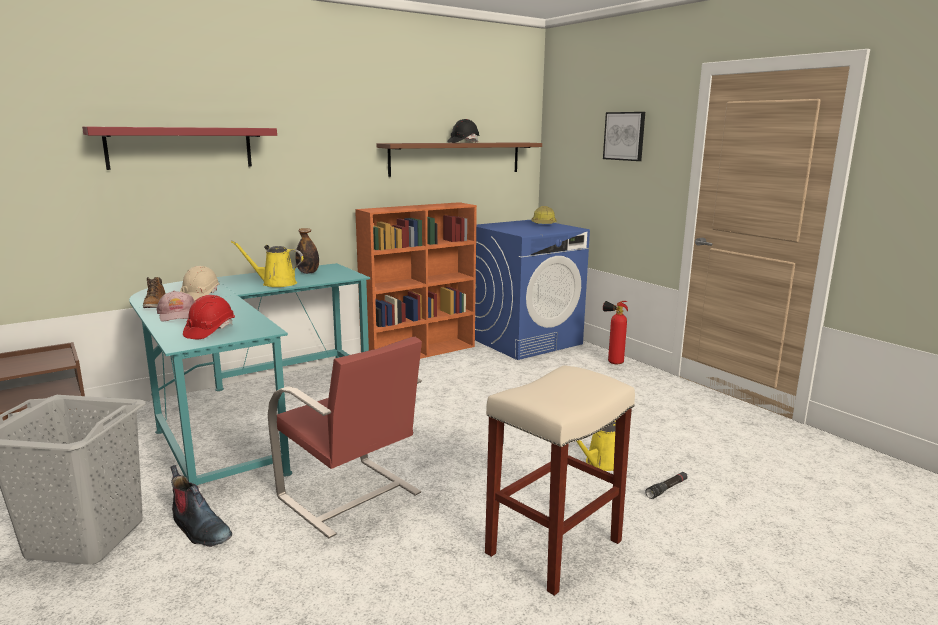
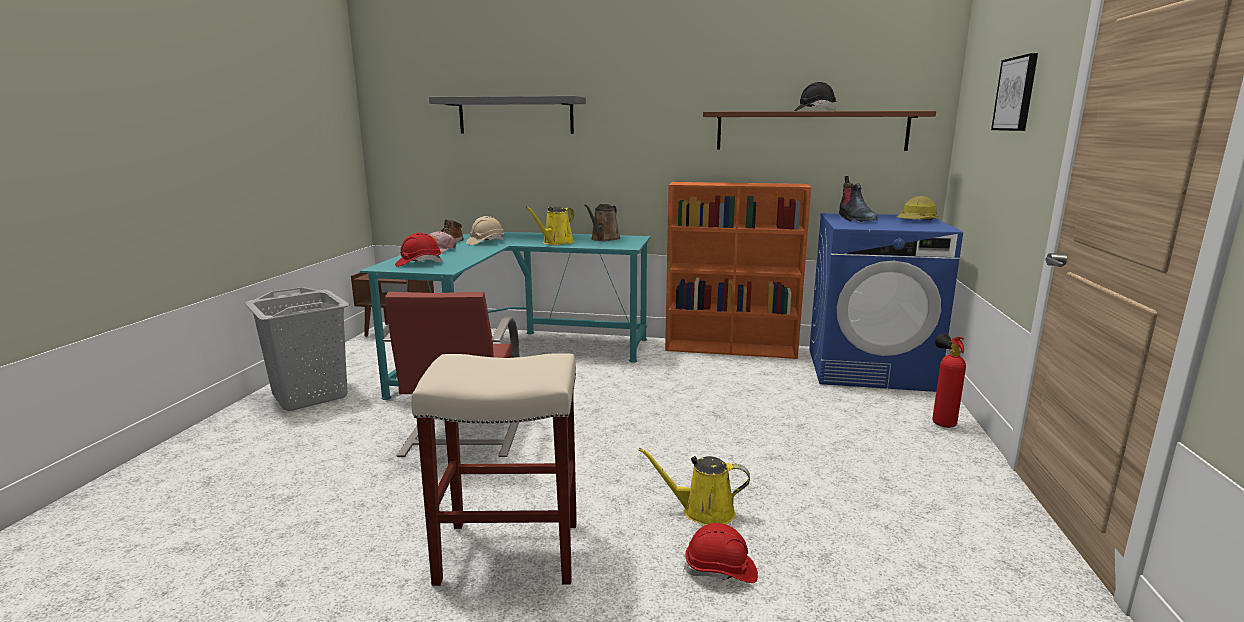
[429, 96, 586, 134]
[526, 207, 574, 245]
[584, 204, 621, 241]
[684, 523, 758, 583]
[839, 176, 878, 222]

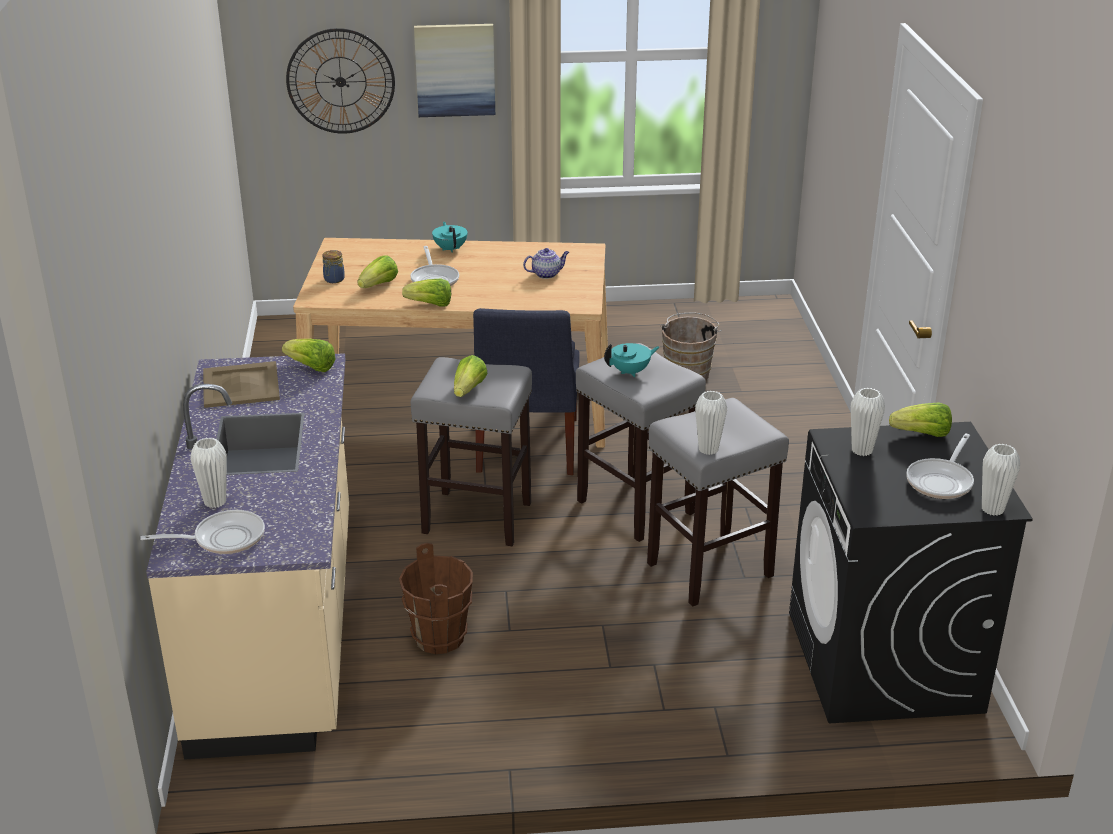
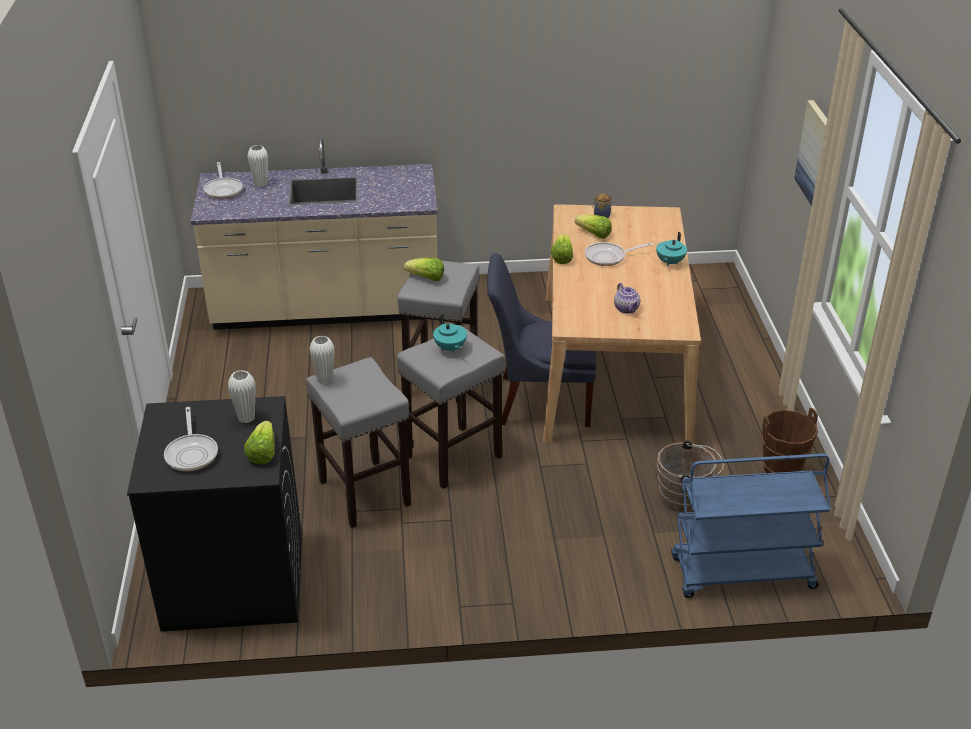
[164, 407, 218, 471]
[656, 232, 687, 266]
[671, 453, 831, 598]
[761, 408, 818, 473]
[203, 361, 280, 408] (first image)
[282, 339, 335, 372] (first image)
[286, 28, 395, 134] (first image)
[982, 444, 1020, 516] (first image)

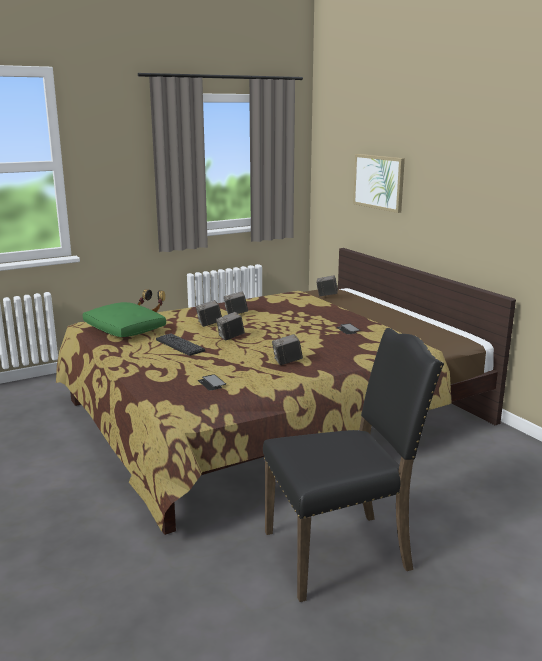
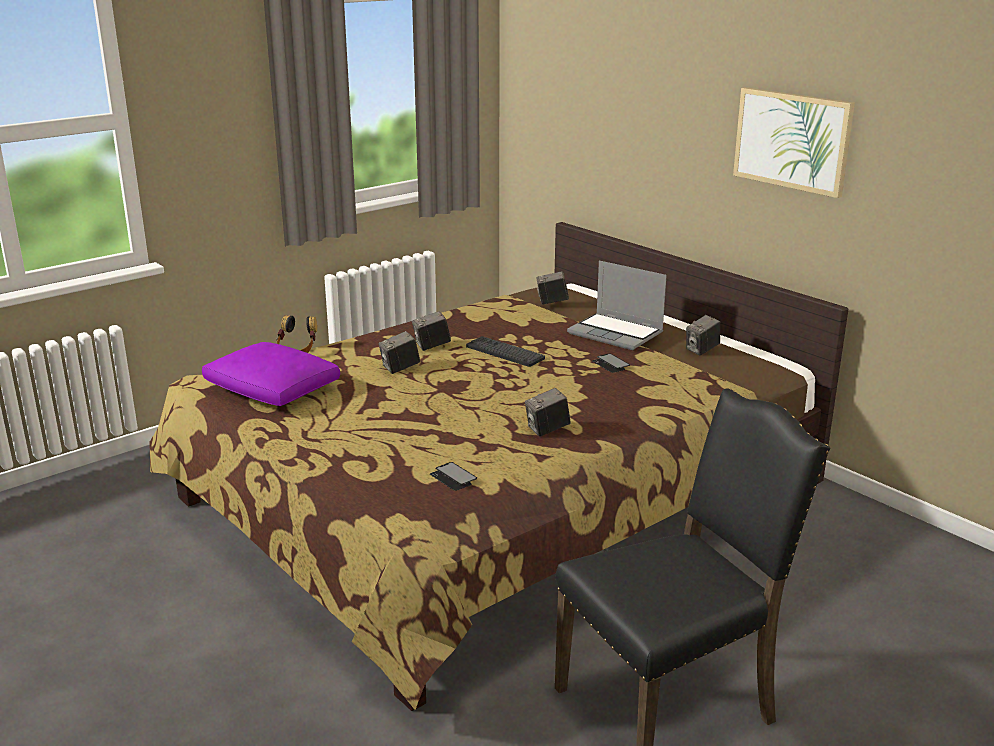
[202, 342, 340, 406]
[466, 336, 545, 367]
[567, 260, 667, 350]
[686, 315, 720, 356]
[733, 87, 855, 198]

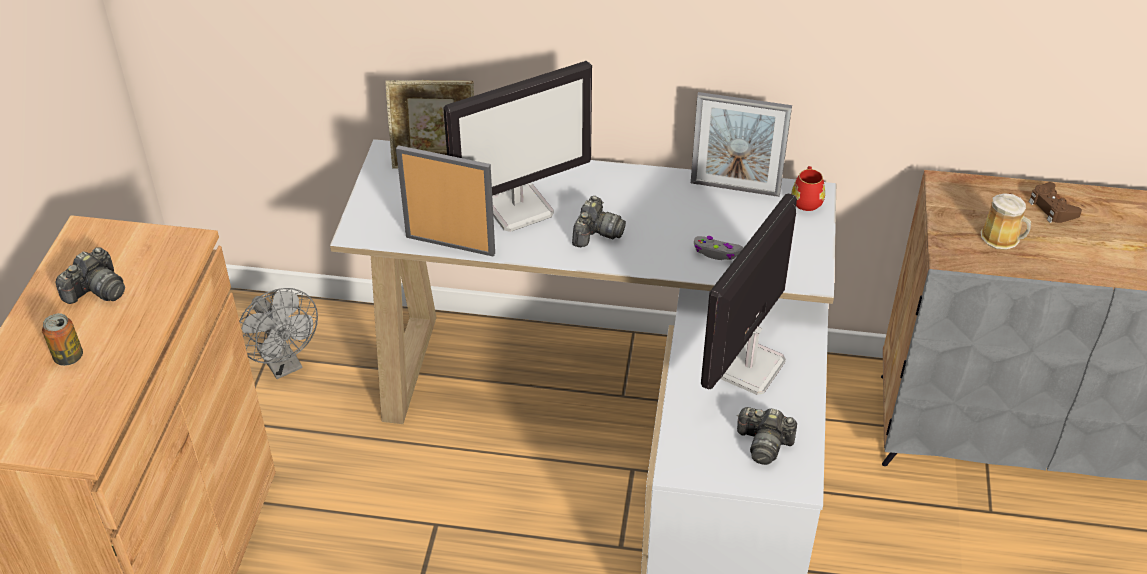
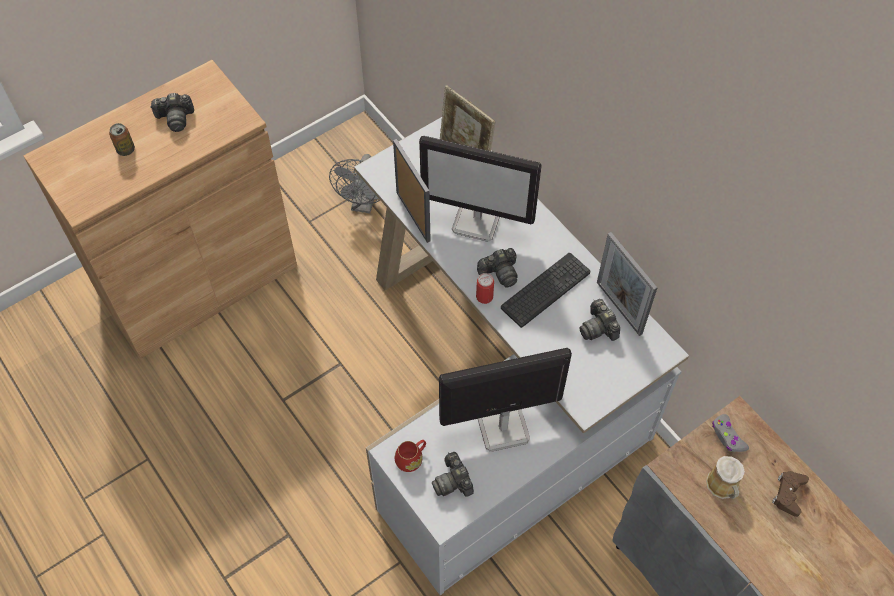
[395, 440, 426, 472]
[476, 273, 494, 304]
[501, 253, 590, 328]
[580, 299, 620, 341]
[712, 414, 749, 452]

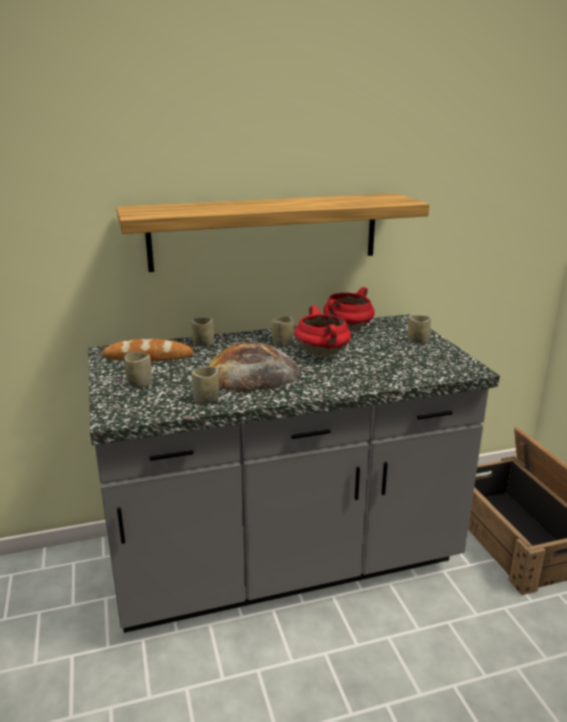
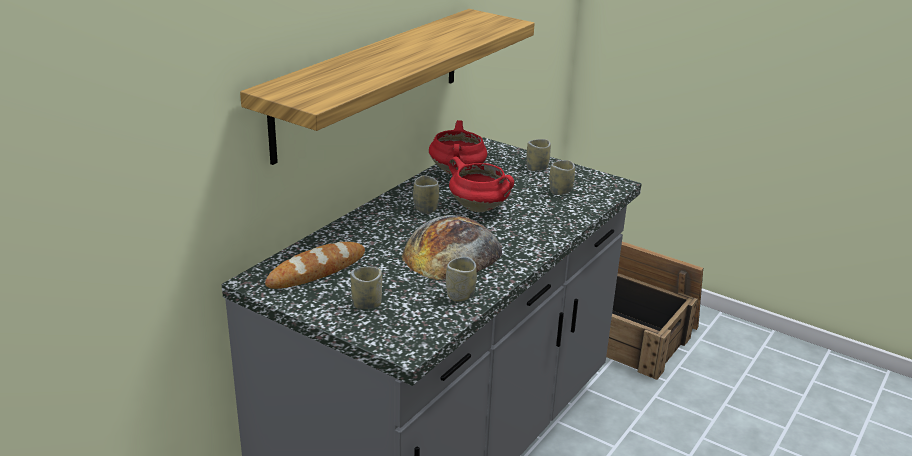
[549, 160, 575, 195]

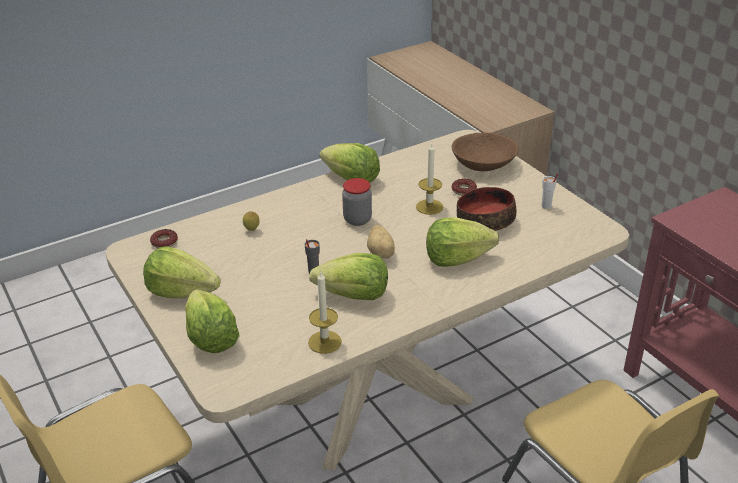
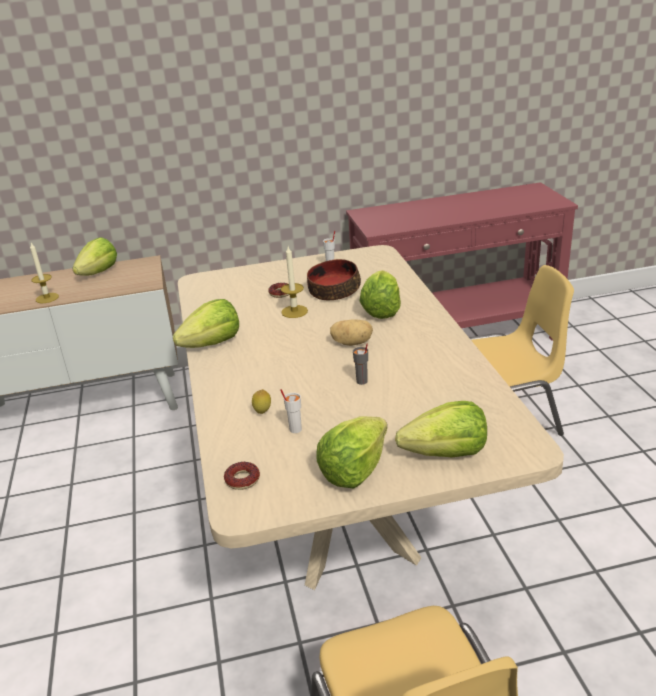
[30, 243, 59, 303]
[72, 237, 117, 276]
[280, 389, 302, 433]
[342, 178, 372, 226] (first image)
[452, 132, 518, 171] (first image)

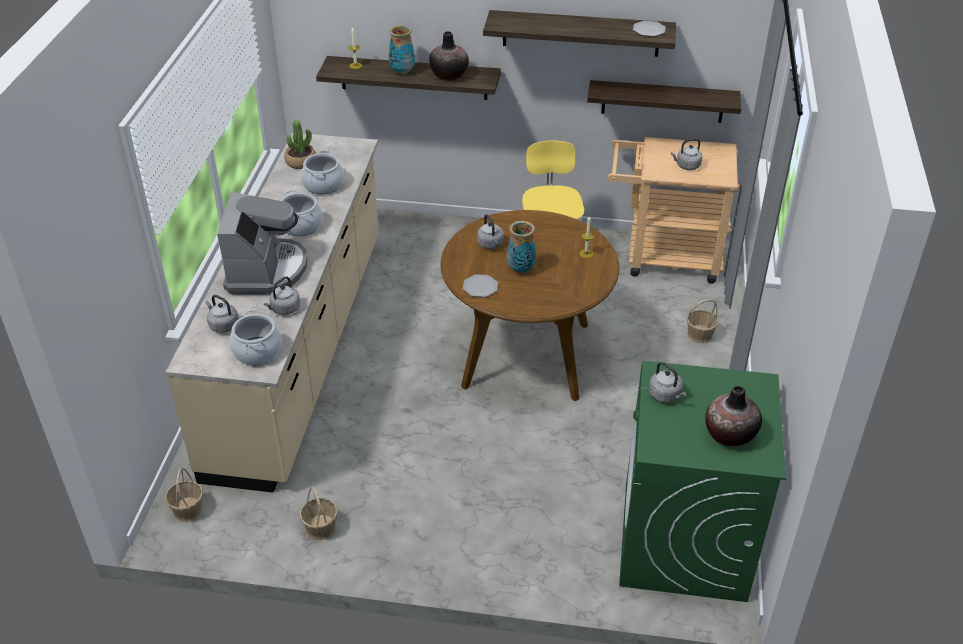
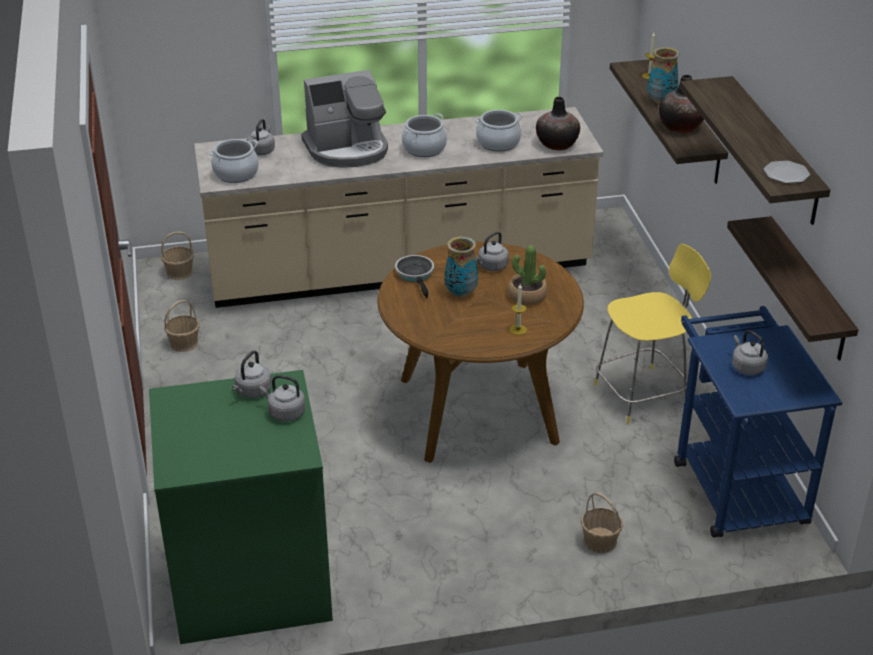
[260, 375, 305, 421]
[395, 255, 434, 299]
[508, 246, 547, 305]
[536, 97, 580, 150]
[674, 306, 842, 538]

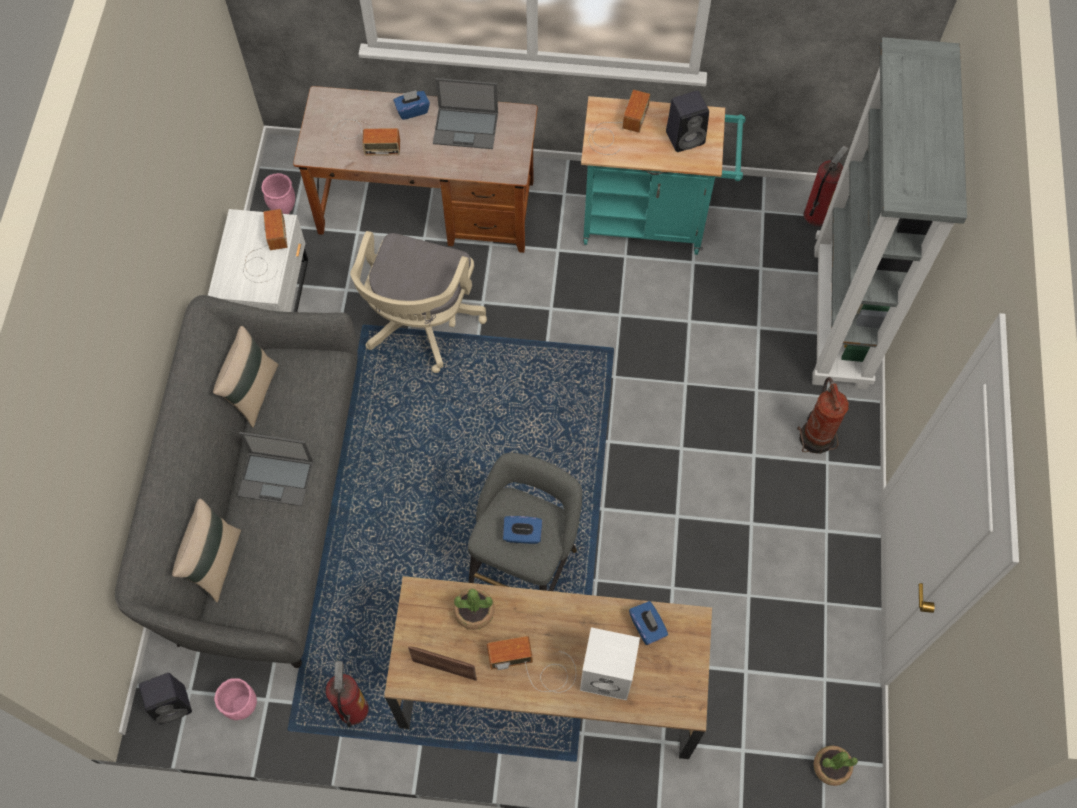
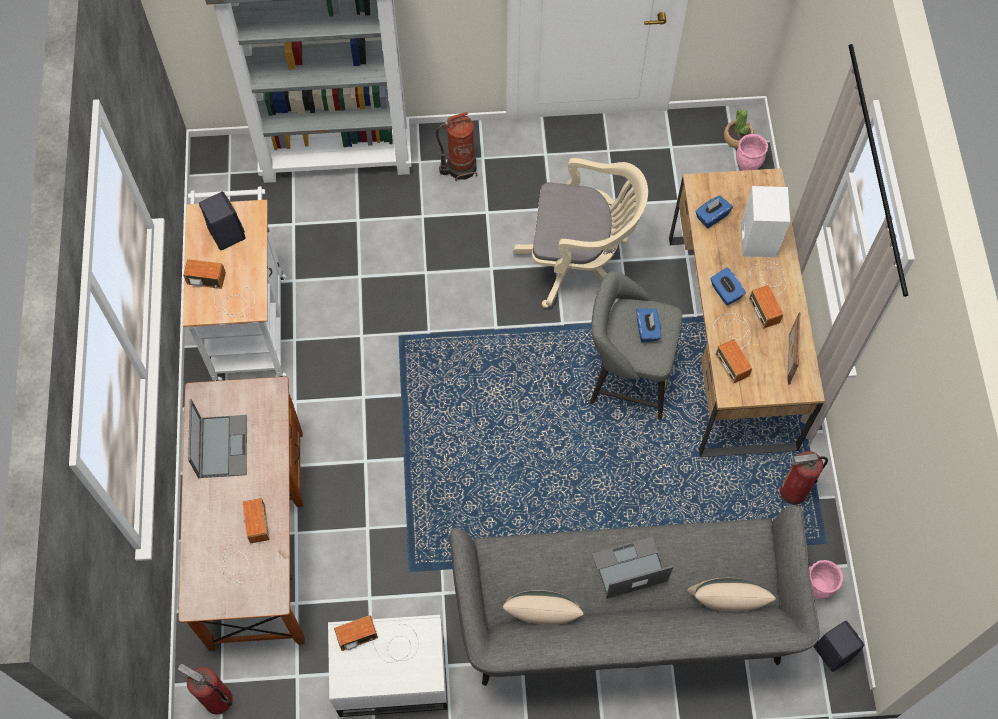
[178, 663, 233, 715]
[183, 187, 287, 381]
[513, 158, 648, 308]
[592, 537, 673, 599]
[710, 267, 746, 305]
[713, 313, 752, 384]
[736, 134, 768, 171]

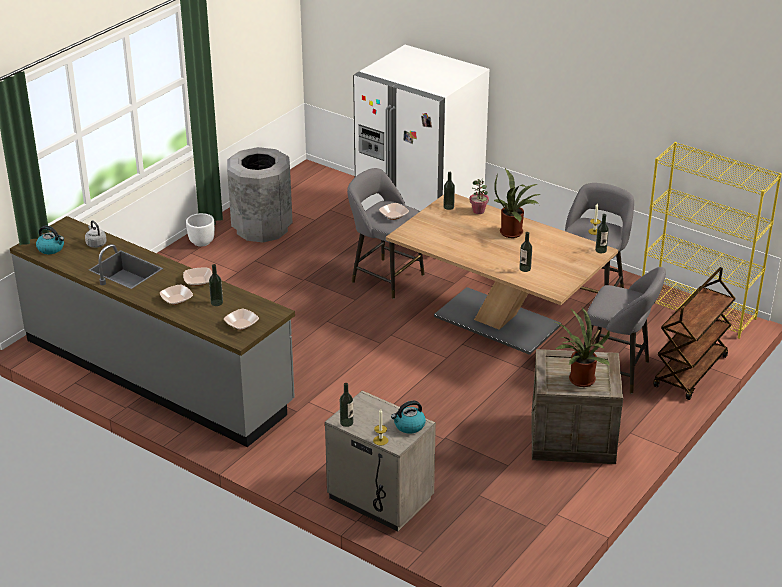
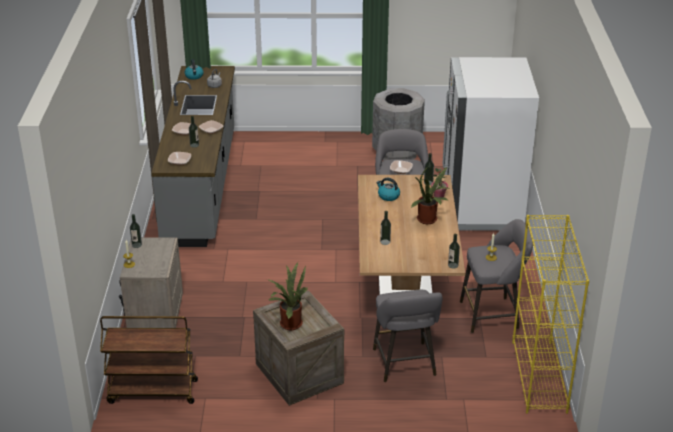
[100, 316, 198, 404]
[376, 178, 400, 201]
[186, 213, 215, 247] (first image)

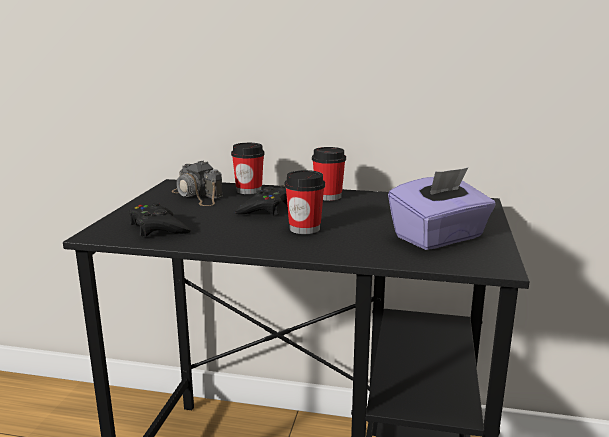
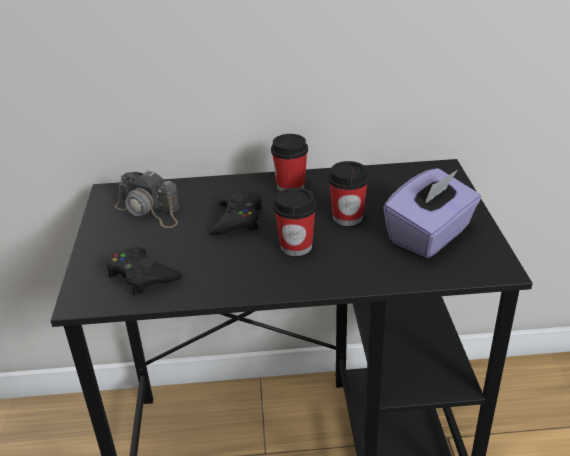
[328, 161, 369, 226]

